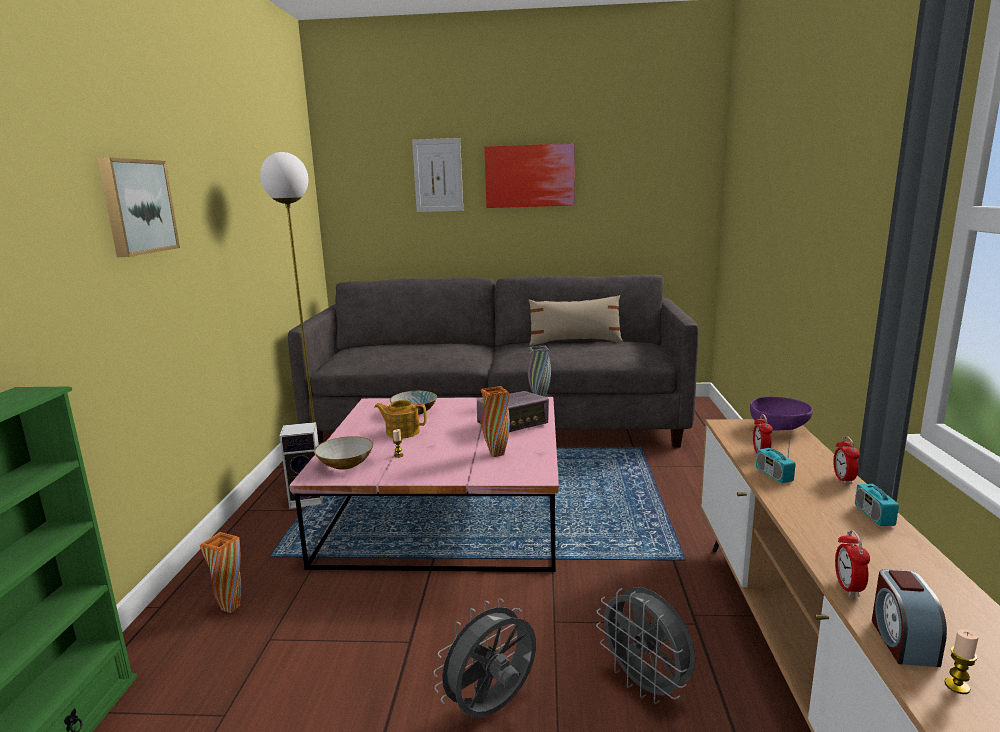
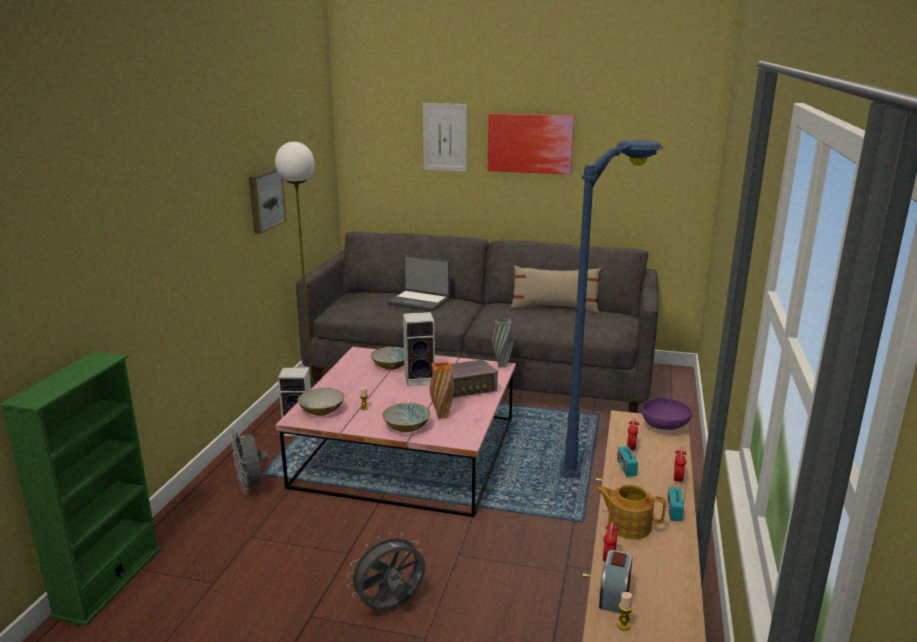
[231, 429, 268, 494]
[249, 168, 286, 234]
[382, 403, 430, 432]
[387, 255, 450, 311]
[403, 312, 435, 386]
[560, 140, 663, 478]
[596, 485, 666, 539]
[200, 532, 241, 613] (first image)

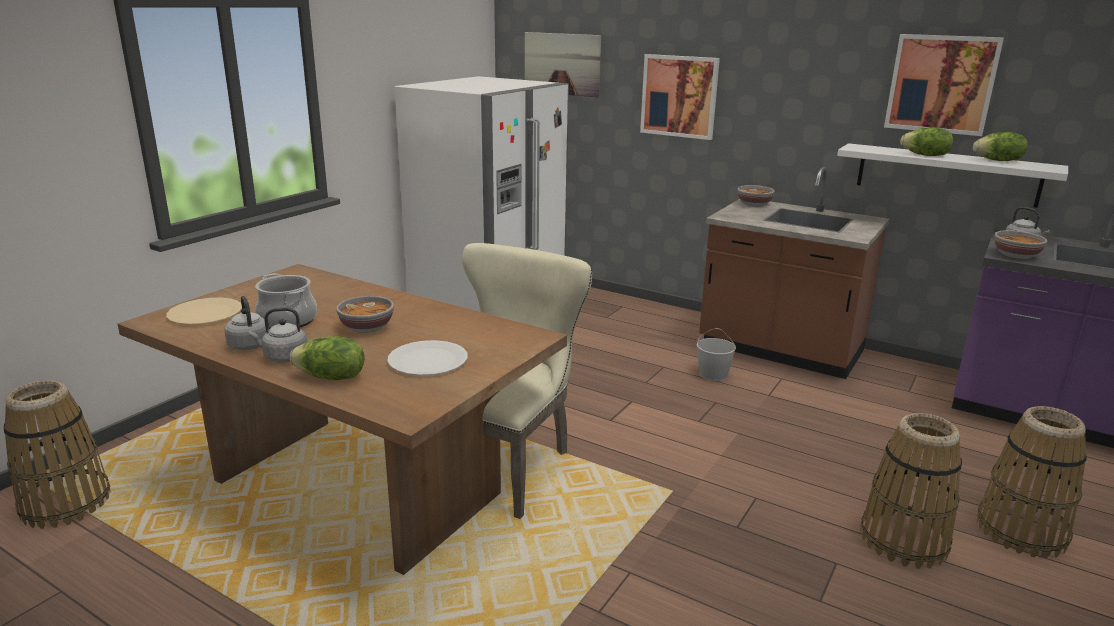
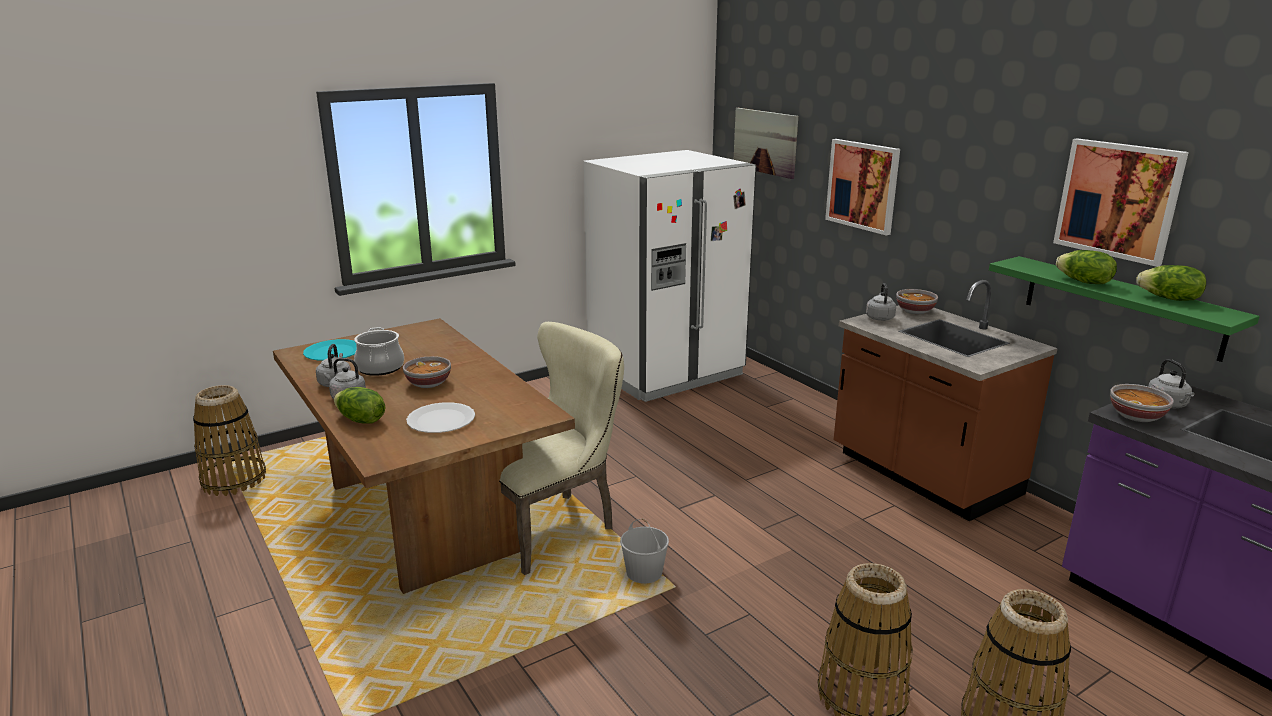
[303, 339, 357, 361]
[620, 518, 669, 583]
[866, 283, 896, 321]
[989, 256, 1260, 362]

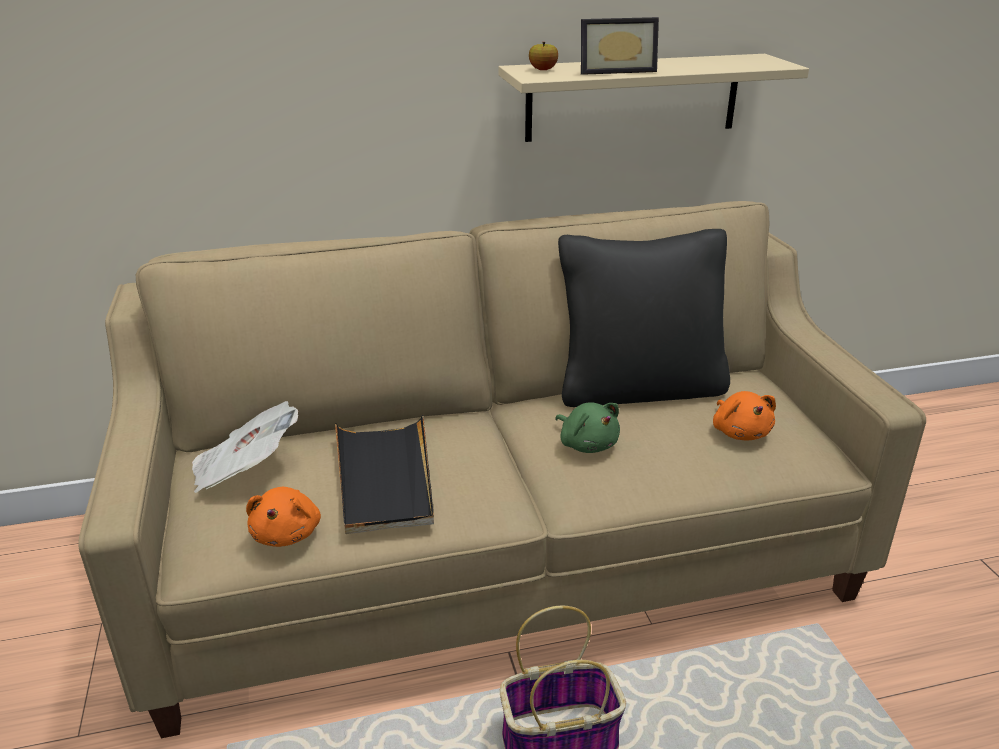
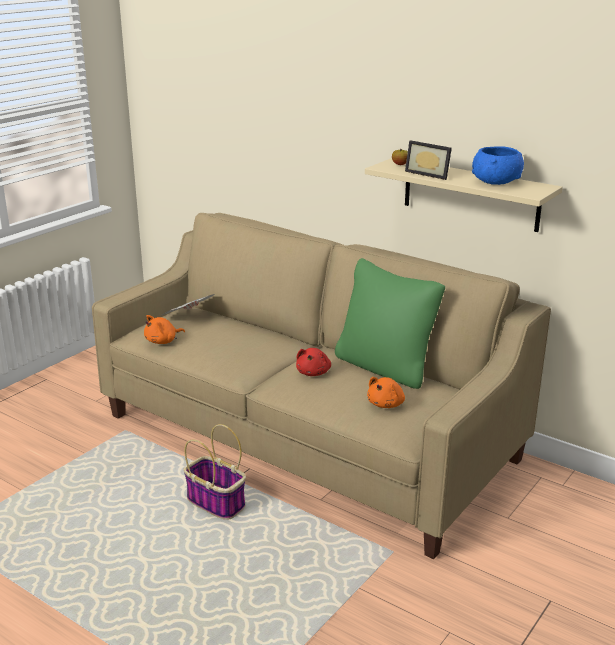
[296, 348, 331, 376]
[335, 258, 445, 389]
[472, 146, 524, 185]
[335, 415, 434, 534] (first image)

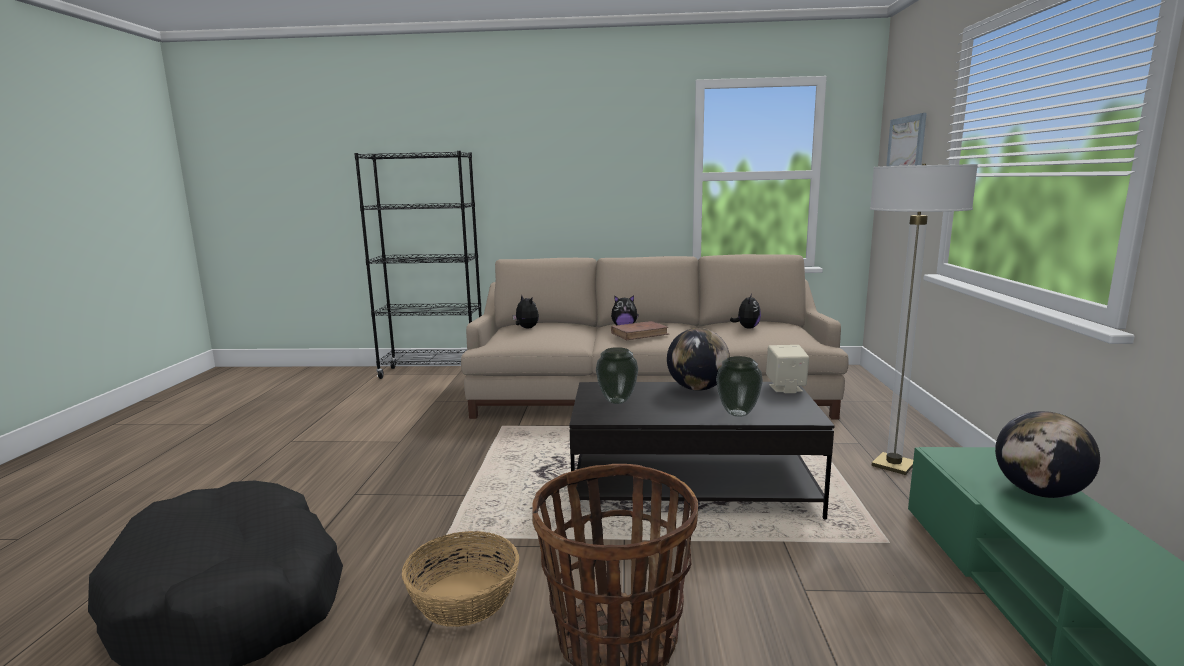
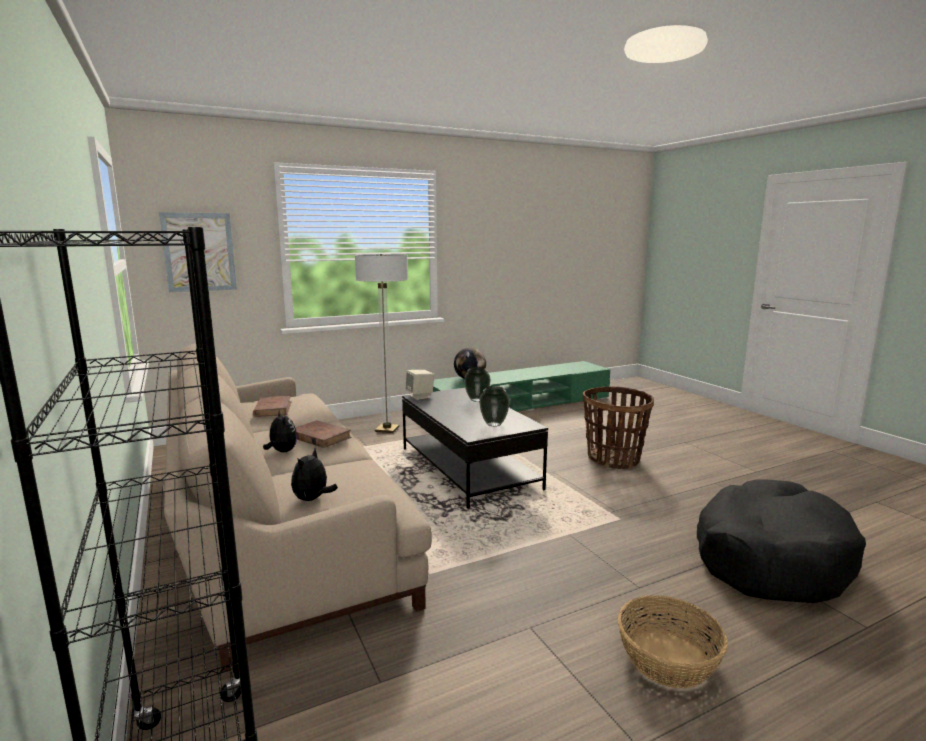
[253, 396, 292, 417]
[618, 595, 728, 688]
[667, 328, 730, 391] (first image)

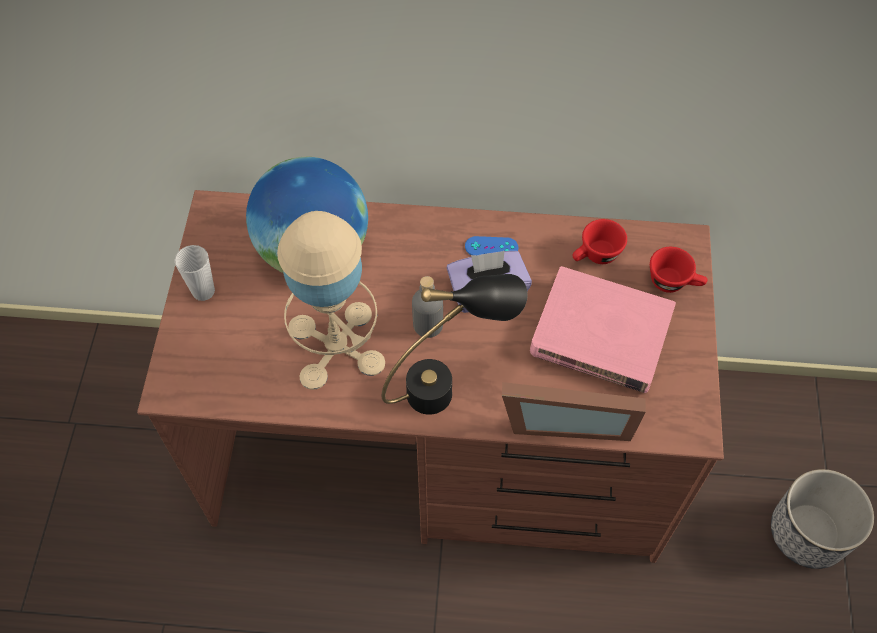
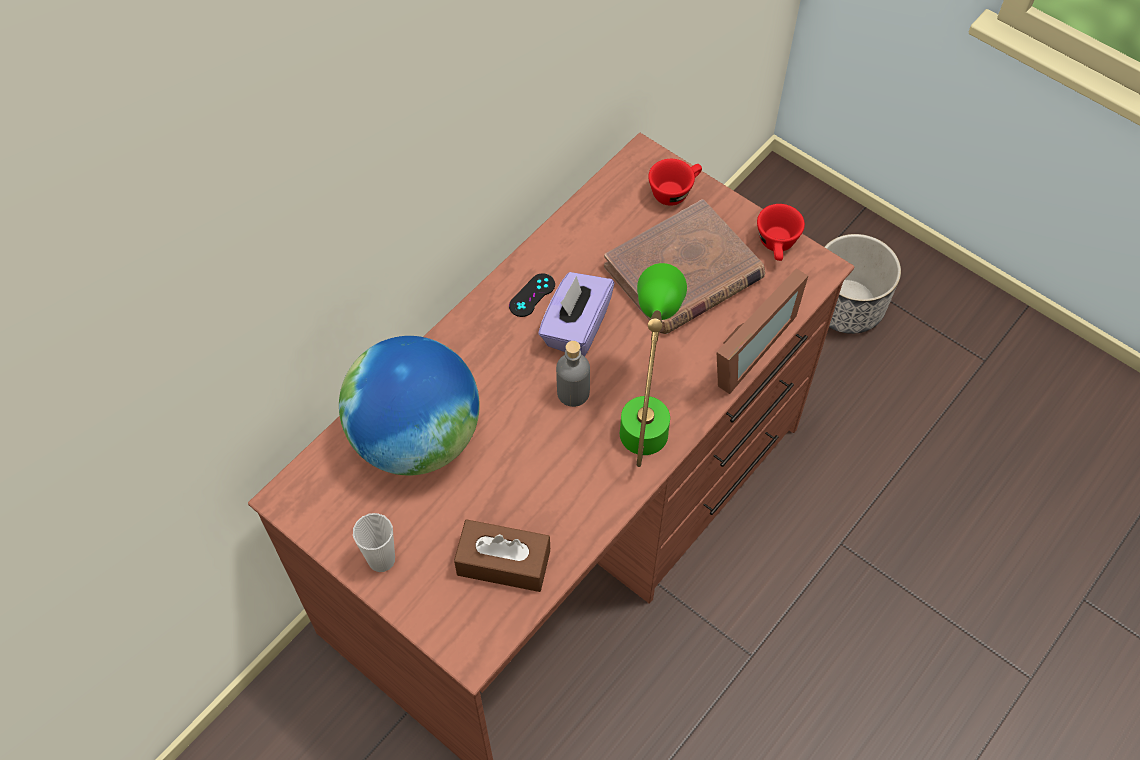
[454, 519, 550, 592]
[509, 274, 555, 317]
[604, 199, 765, 334]
[620, 263, 687, 467]
[757, 204, 805, 261]
[277, 211, 385, 390] (first image)

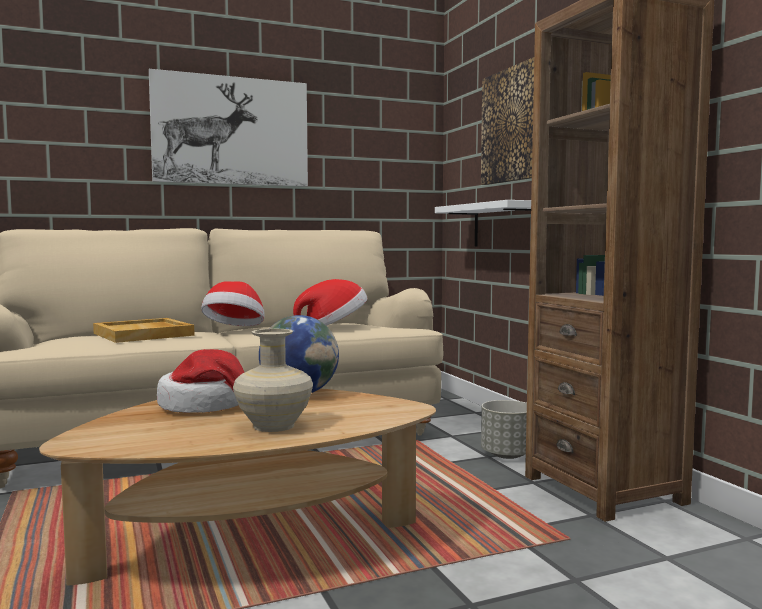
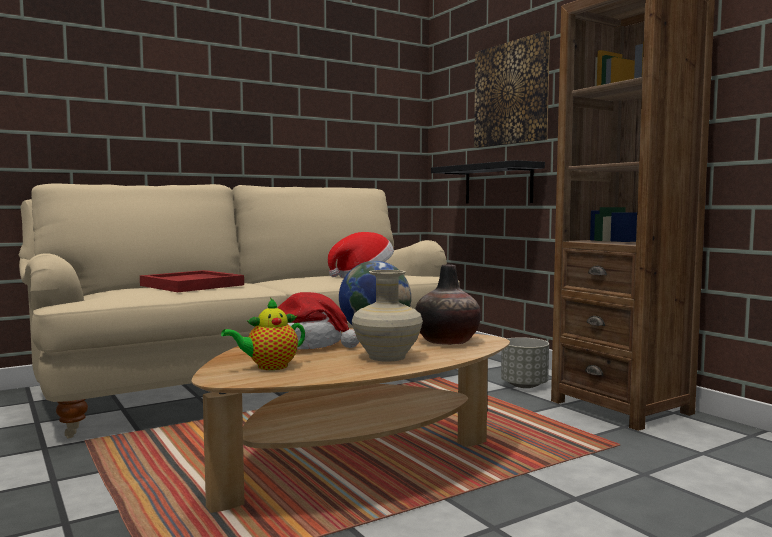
[140, 270, 244, 292]
[221, 298, 305, 370]
[415, 264, 481, 345]
[431, 160, 545, 203]
[149, 69, 308, 187] (first image)
[201, 281, 264, 326] (first image)

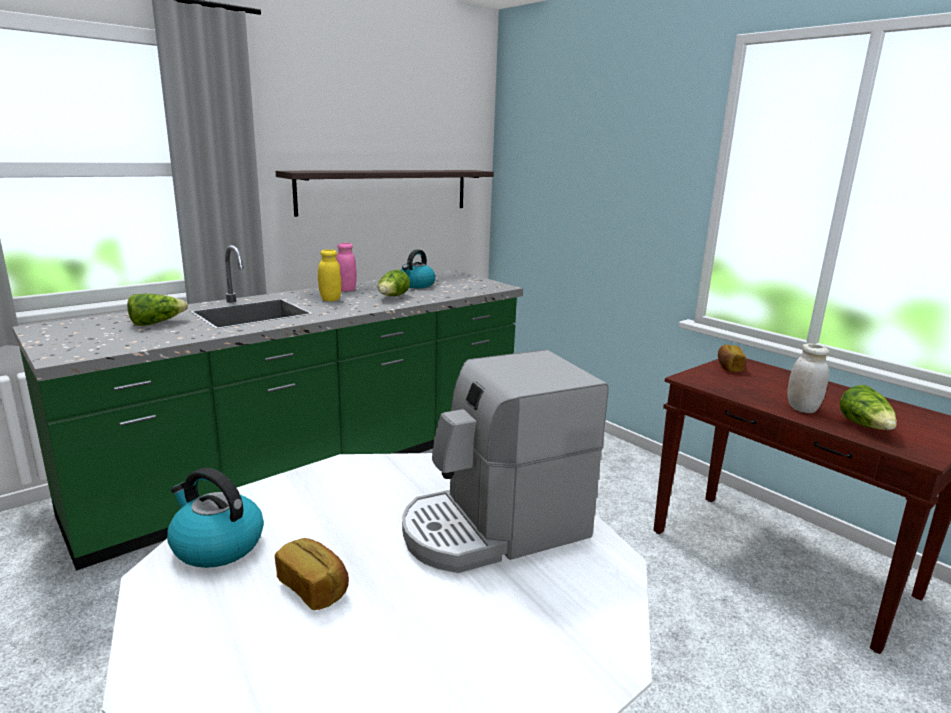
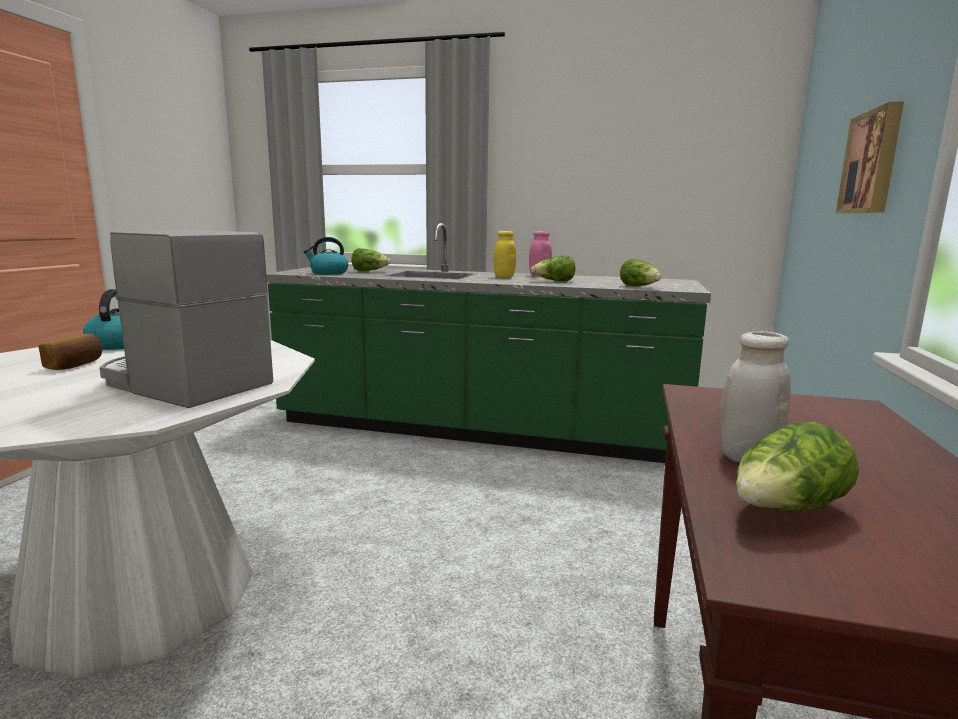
[304, 237, 348, 274]
[620, 259, 662, 287]
[836, 101, 904, 214]
[276, 170, 494, 217] (first image)
[718, 345, 746, 372] (first image)

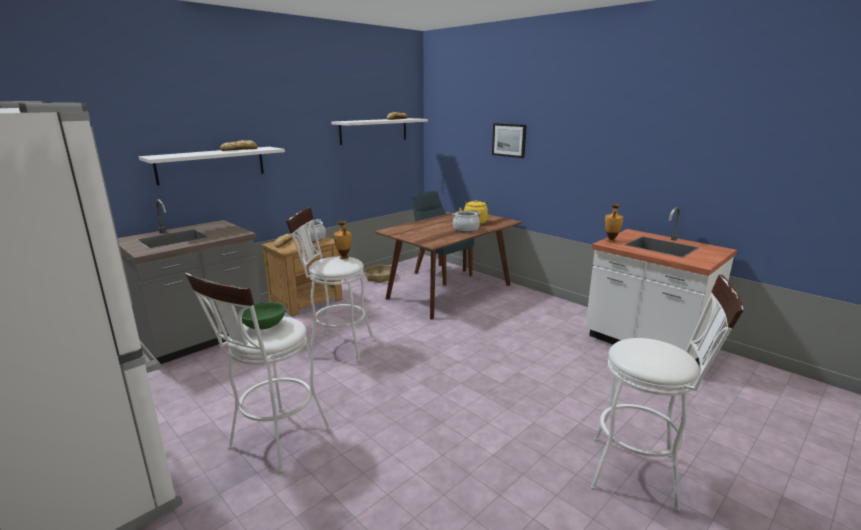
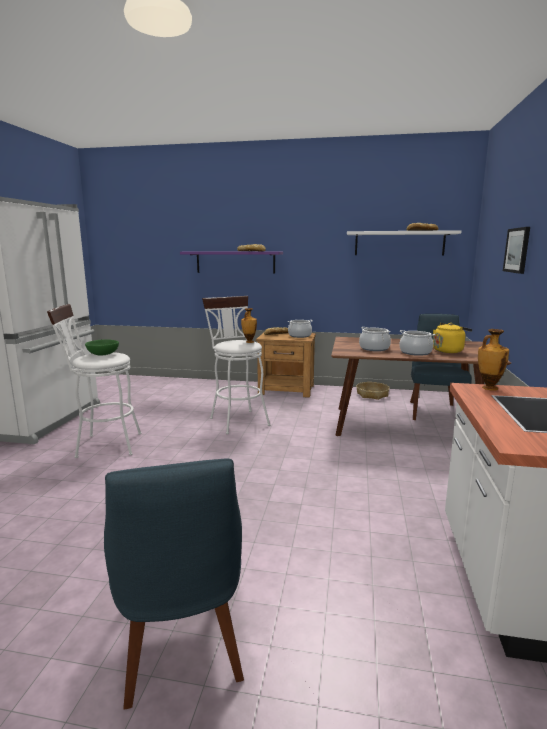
[104, 458, 244, 709]
[180, 252, 283, 274]
[359, 327, 391, 351]
[118, 199, 262, 364] (first image)

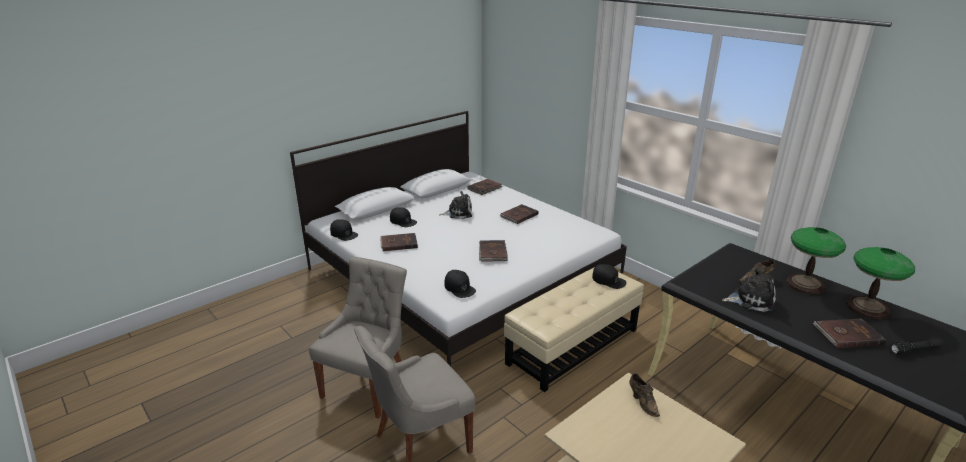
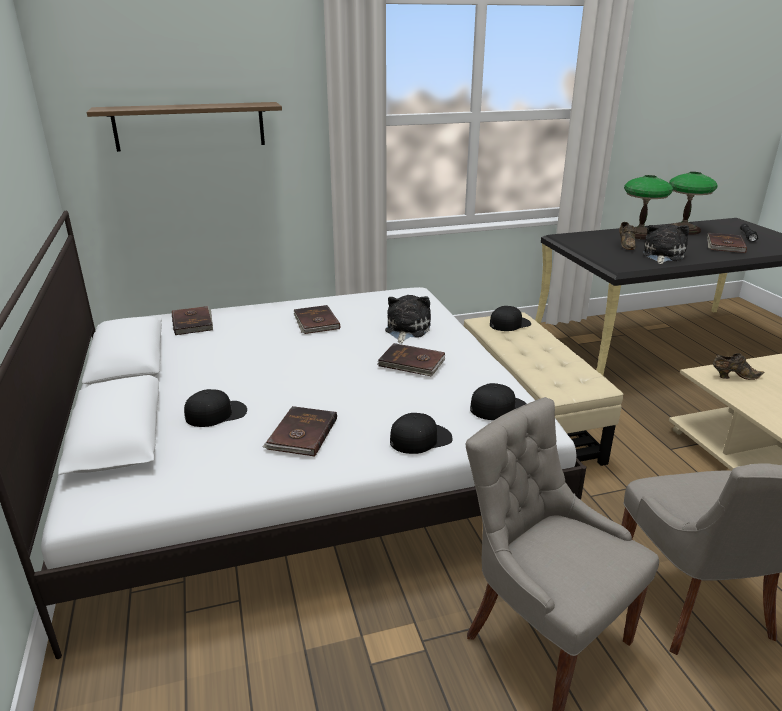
[87, 102, 282, 152]
[385, 295, 431, 344]
[390, 413, 452, 454]

